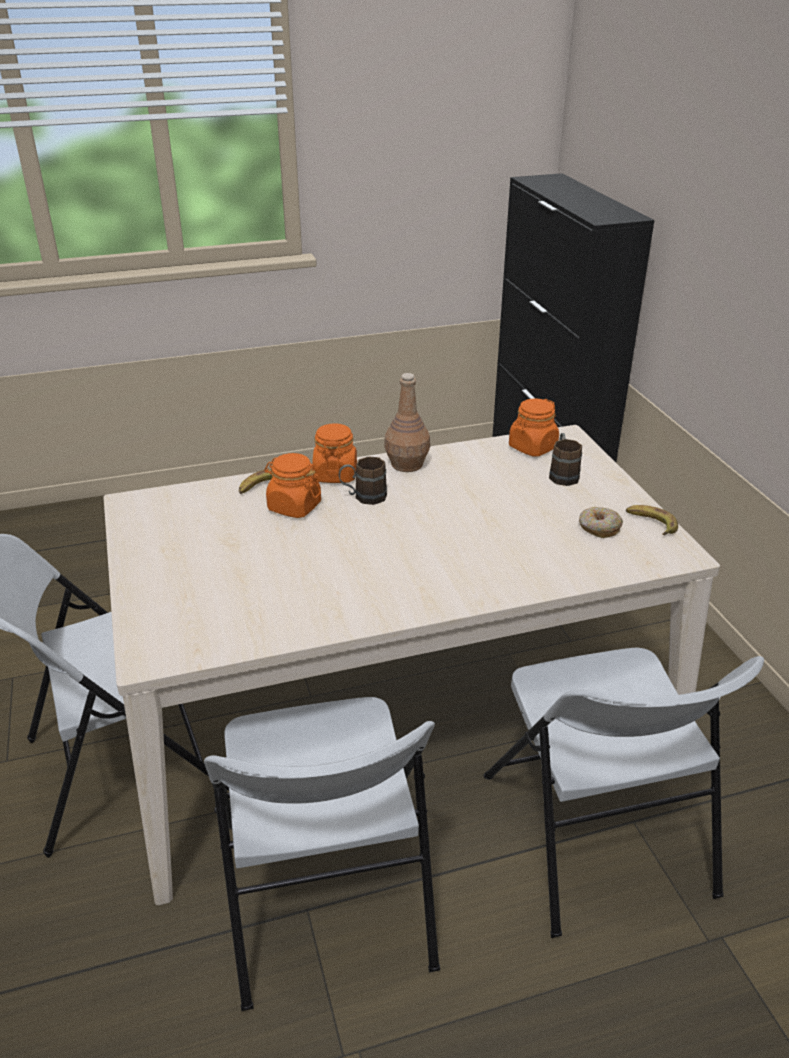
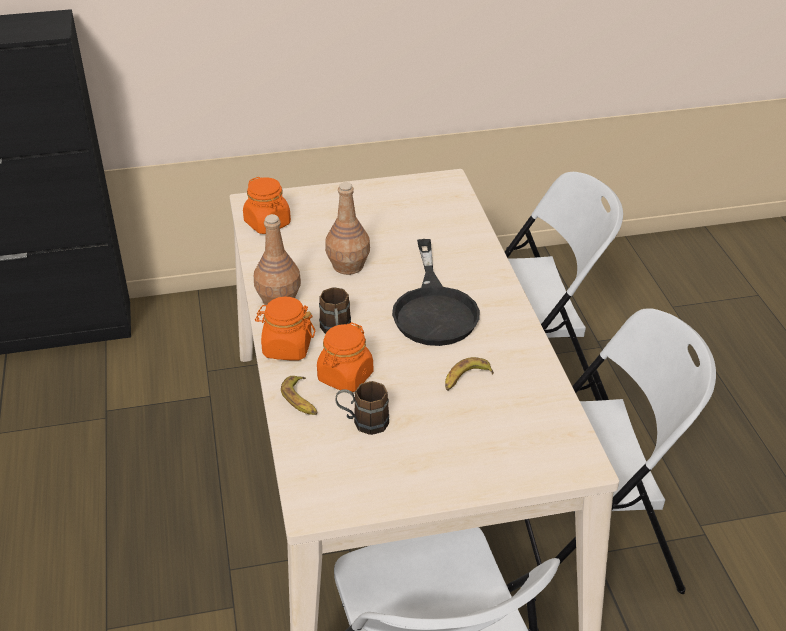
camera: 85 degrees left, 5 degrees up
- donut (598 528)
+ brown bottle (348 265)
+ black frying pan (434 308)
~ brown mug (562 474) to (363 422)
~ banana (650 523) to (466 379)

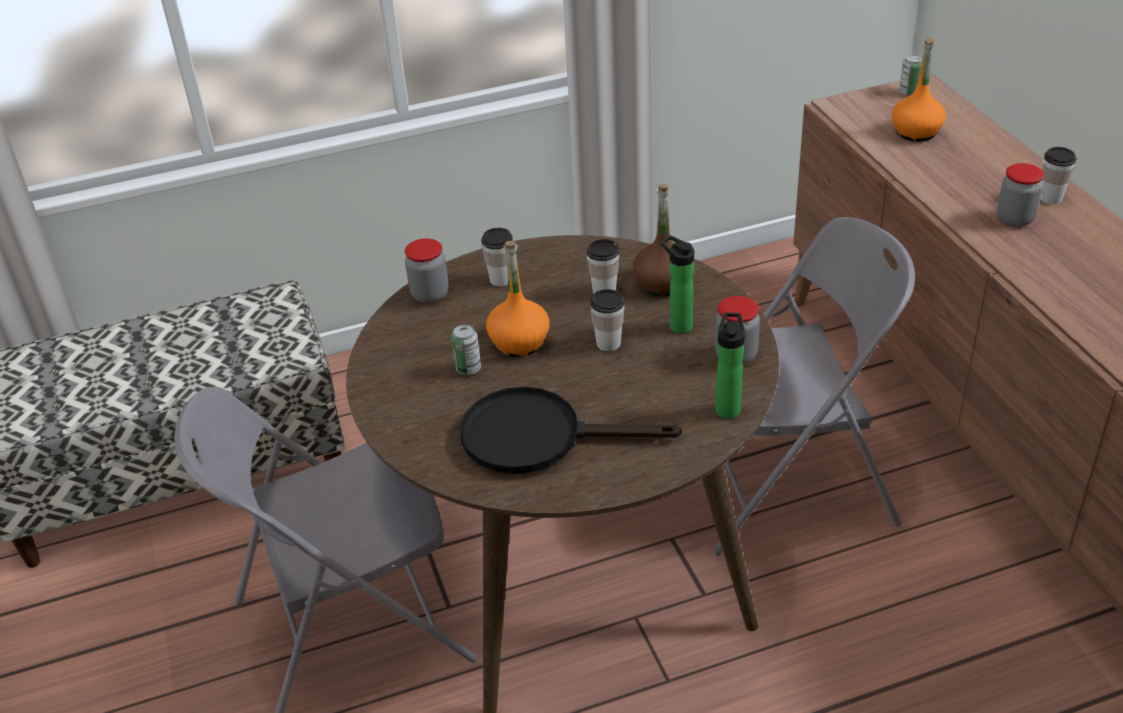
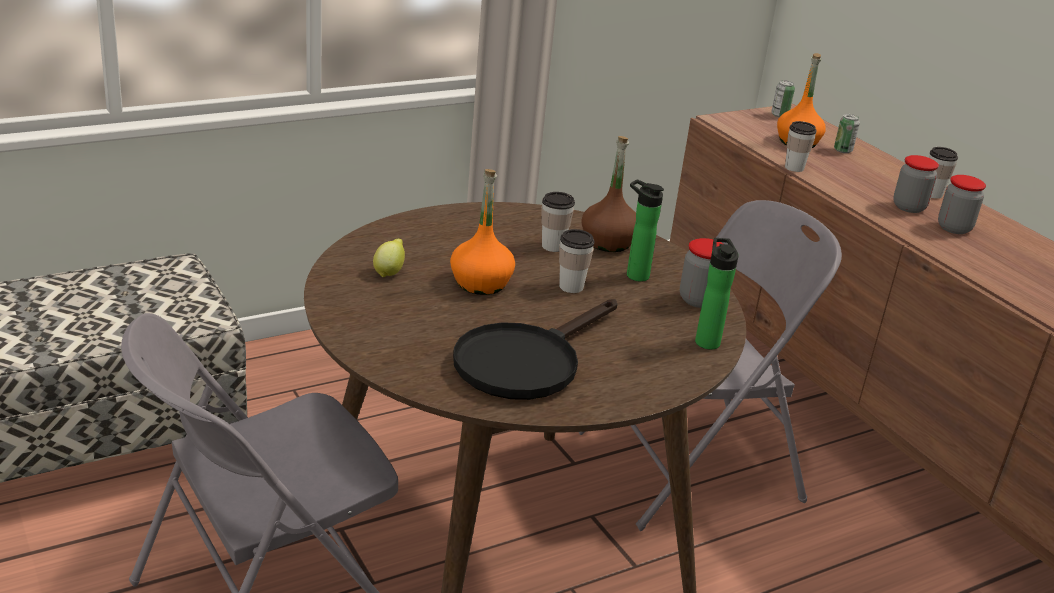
camera: 15 degrees left, 10 degrees down
+ lemon (389 272)
~ jar (430 294) to (954 228)
~ can (468 369) to (843 150)
~ cup (501 279) to (794 168)
~ black frying pan (539 437) = (526 361) 45 degrees counterclockwise

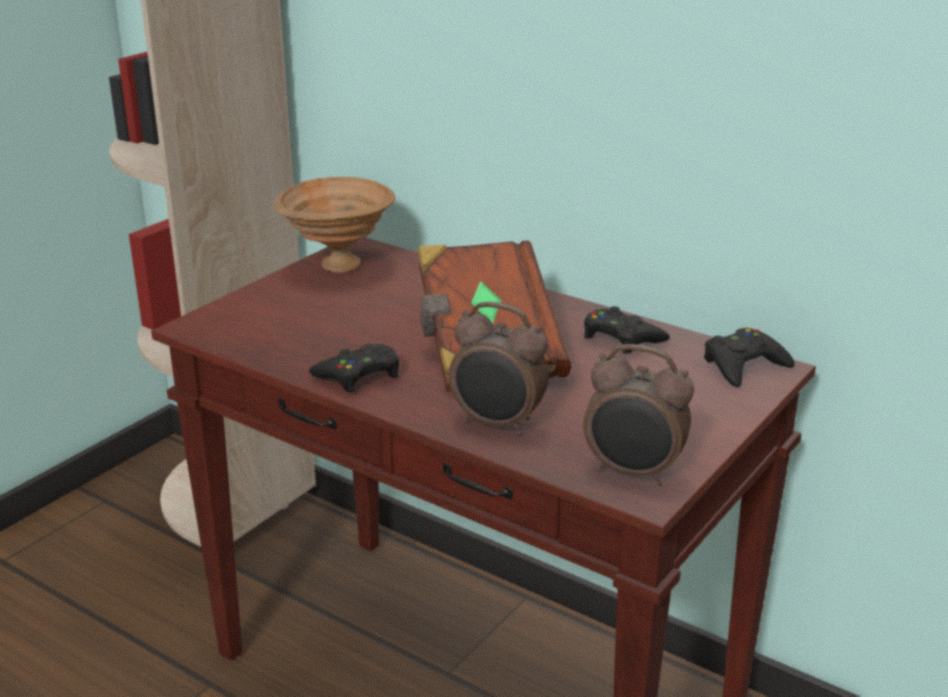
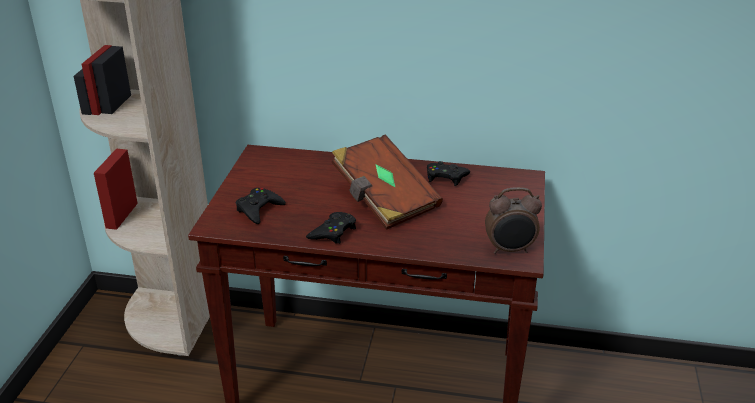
camera: 25 degrees left, 5 degrees up
- brown bowl (338 266)
- alarm clock (497 424)
~ black game controller (743 365) to (259 209)

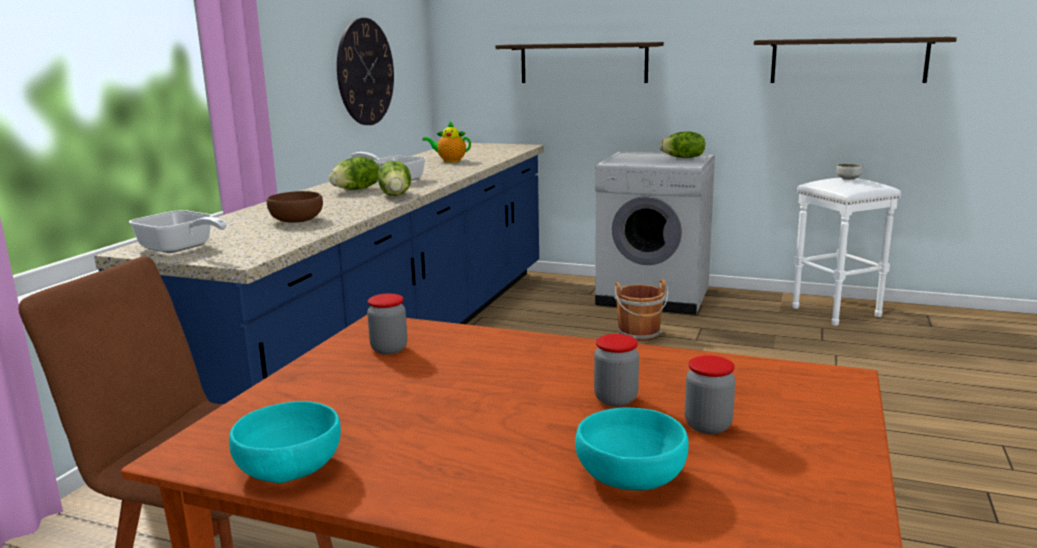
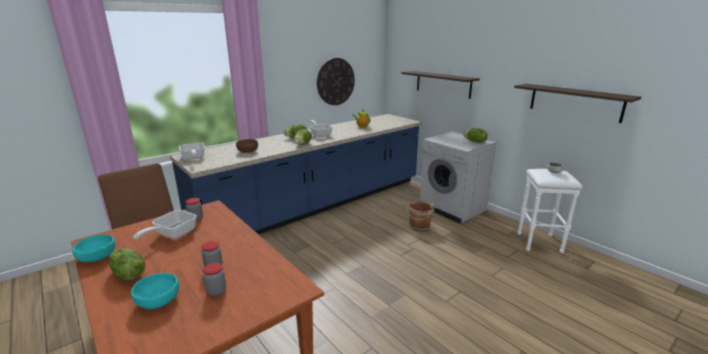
camera: 30 degrees right, 5 degrees up
+ lettuce (128 275)
+ frying pan (172 234)

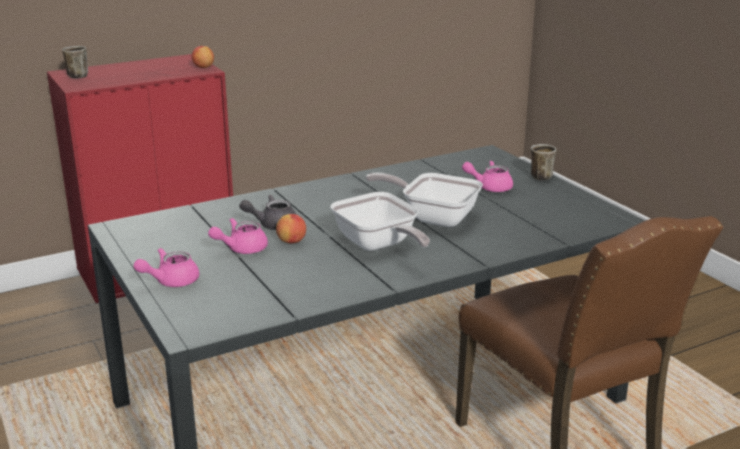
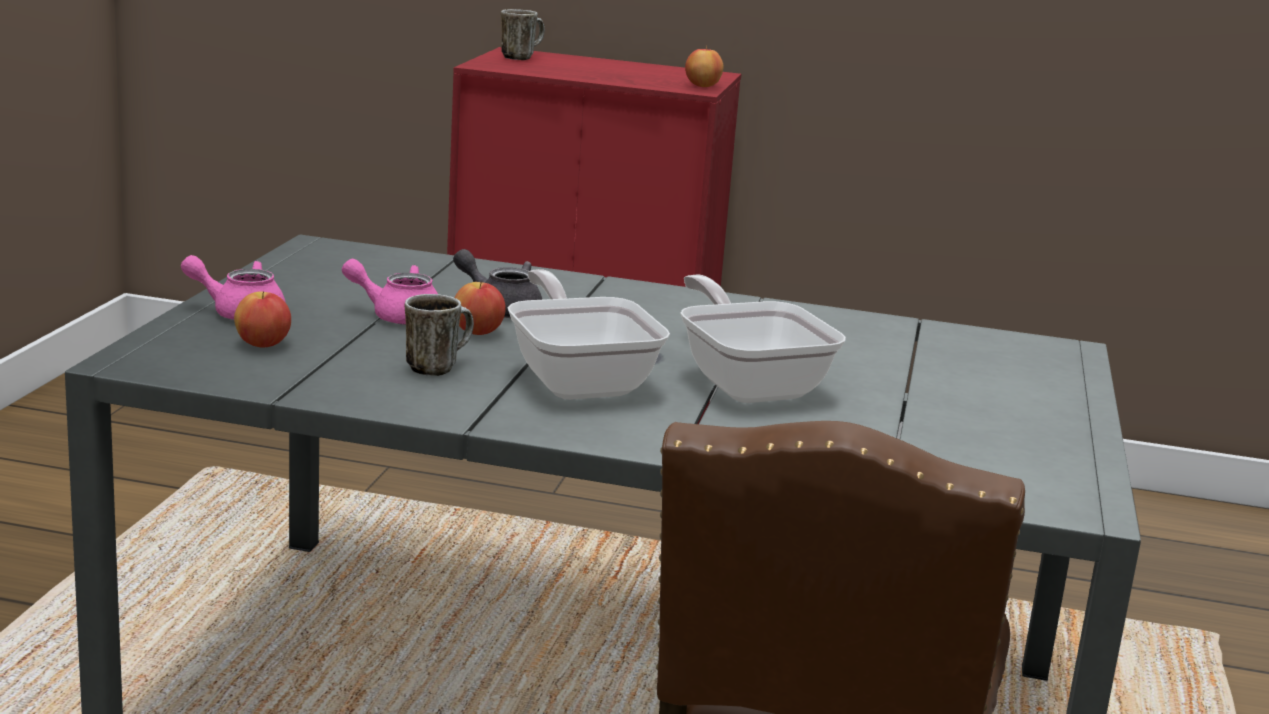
camera: 40 degrees right, 5 degrees down
- pink teapot (489 187)
+ apple (263 345)
~ mug (540 176) to (437 367)
~ frying pan (378 245) = (578 380) 150 degrees clockwise

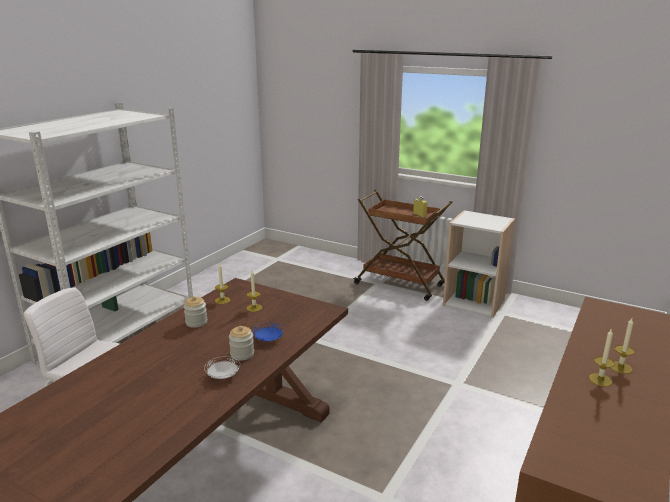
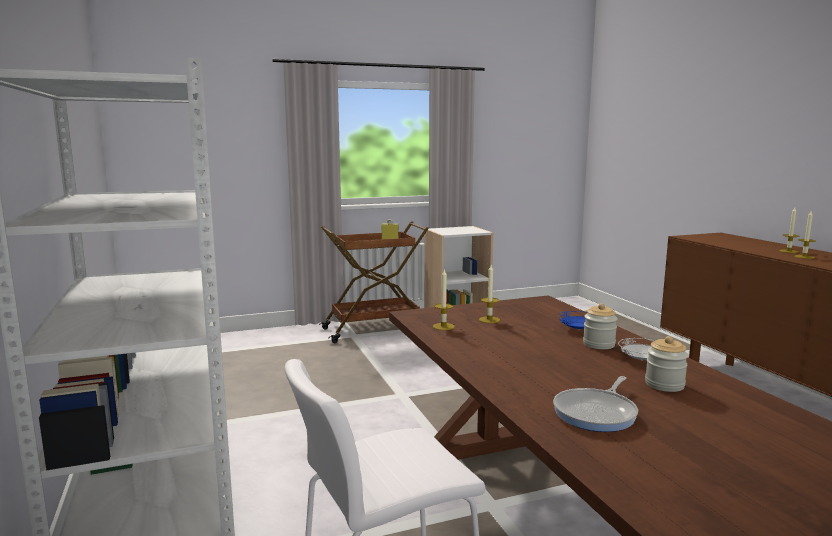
camera: 50 degrees left, 10 degrees down
+ frying pan (597 413)
~ jar (196 322) to (664 384)

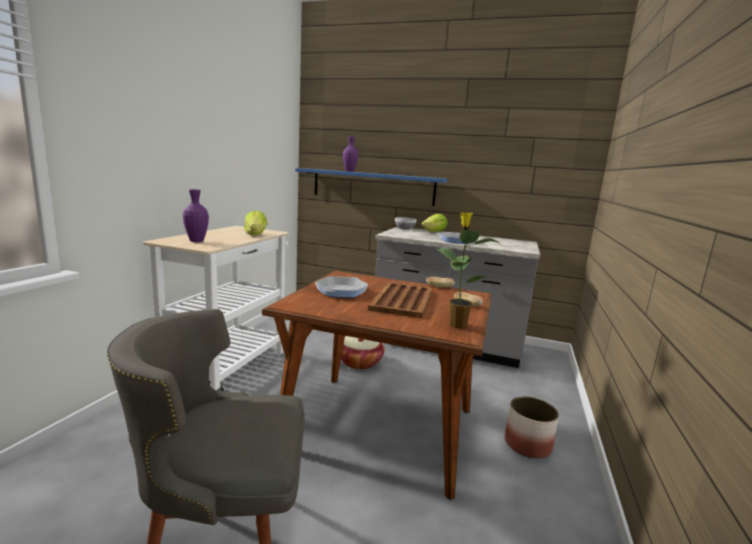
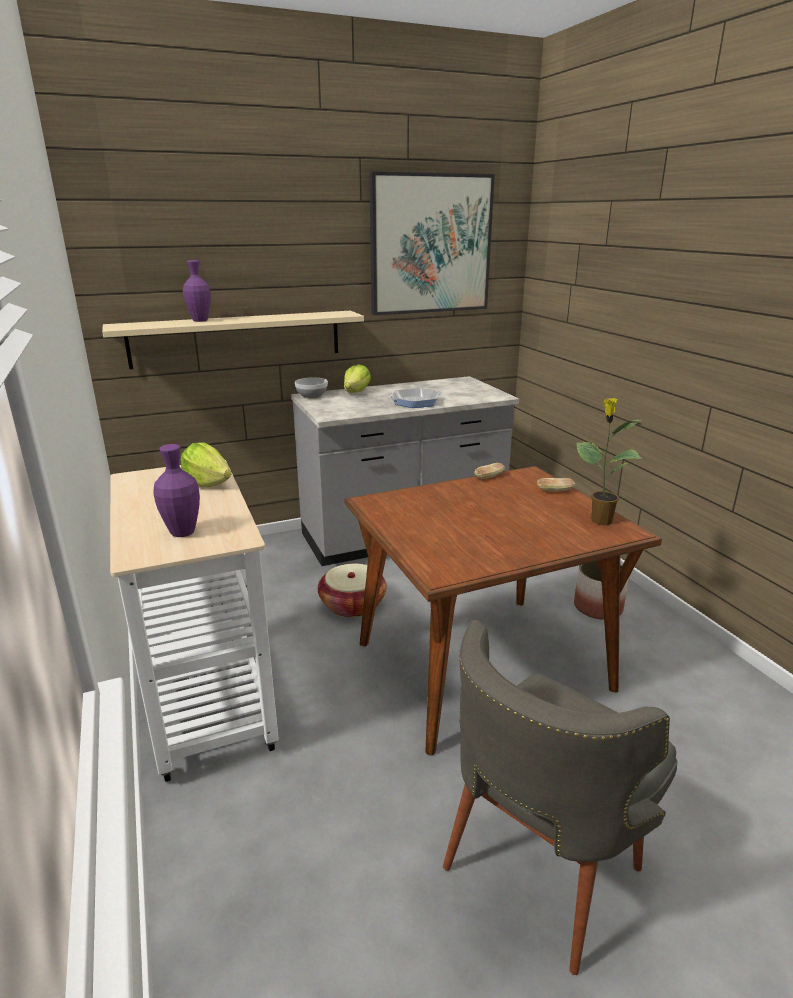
camera: 40 degrees left, 10 degrees up
- frying pan (341 291)
- brown tray (402 300)
+ picture (430 245)
~ blue shelf (372 186) to beige shelf (237 338)

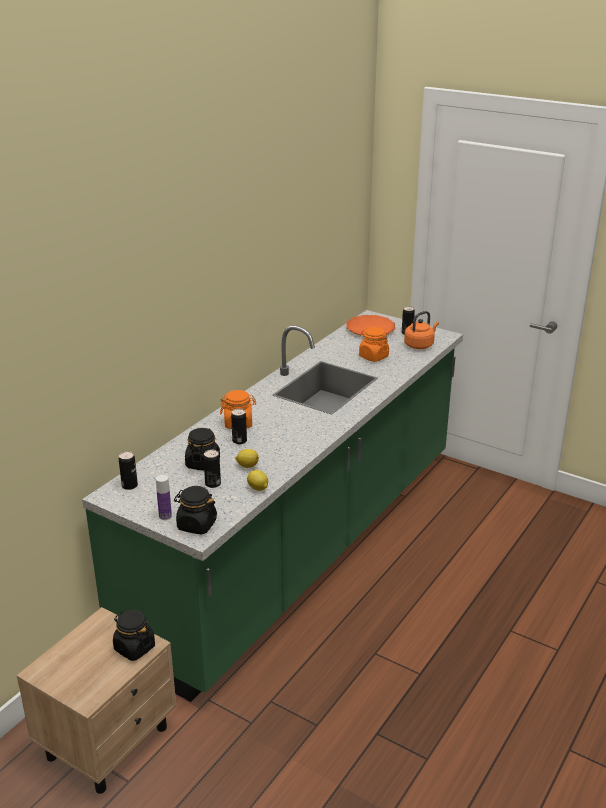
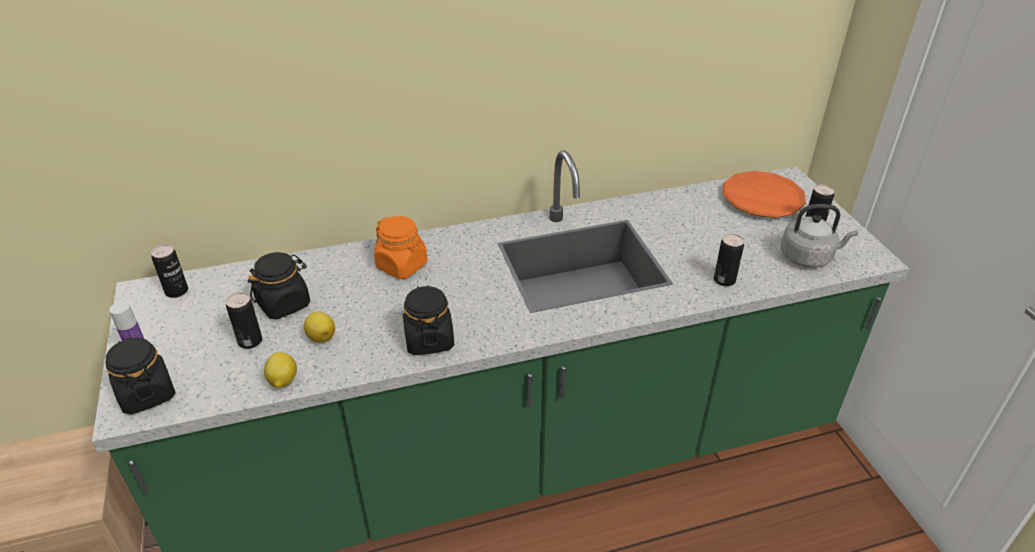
camera: 40 degrees right, 10 degrees up
- orange jar (373 357)
~ black jar (134 648) to (429 339)
~ can (239 441) to (724 280)
~ orange kettle (420 345) to grey kettle (809 257)

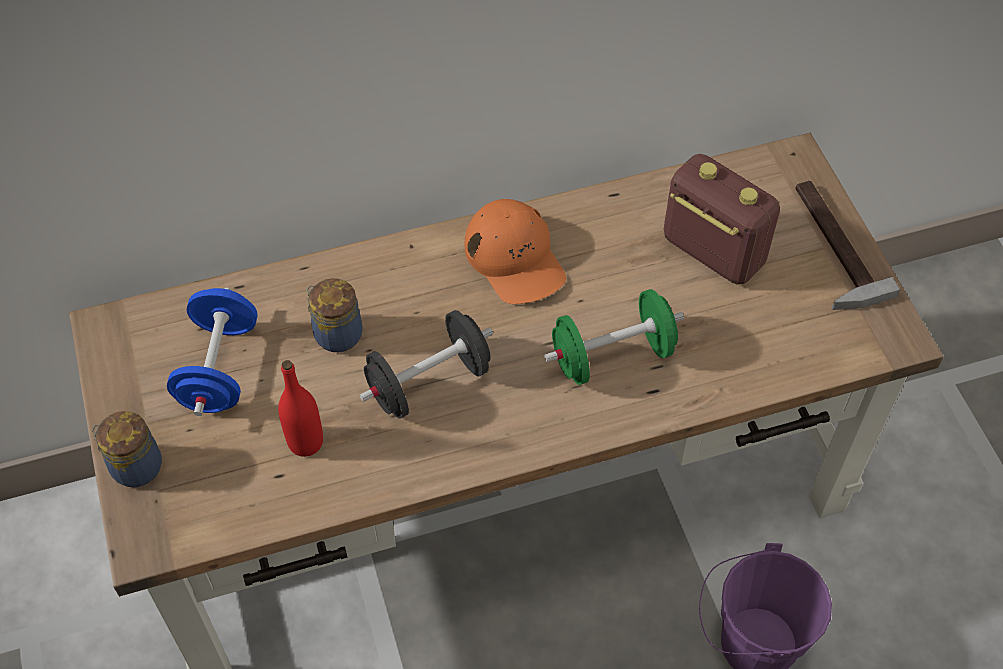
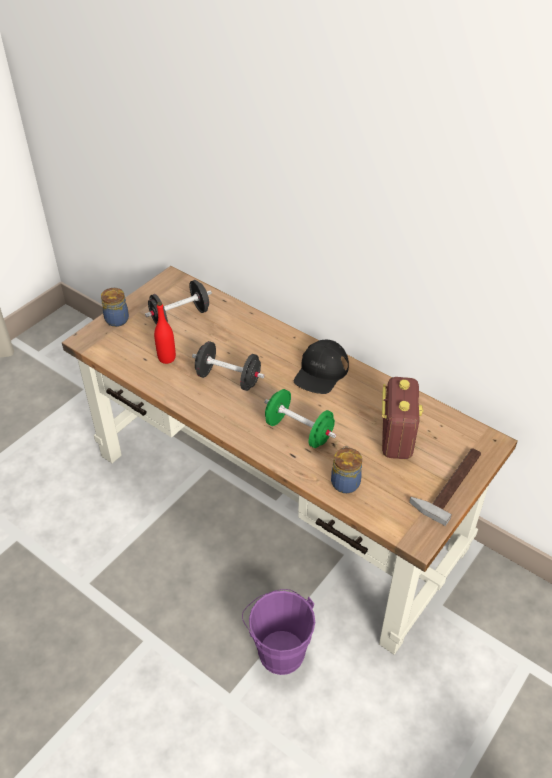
camera: 55 degrees right, 10 degrees down
~ jar (336 334) to (345 482)
~ blue dumbbell (219 369) to black dumbbell (180 316)
~ orange cap (515 258) to black cap (321 372)

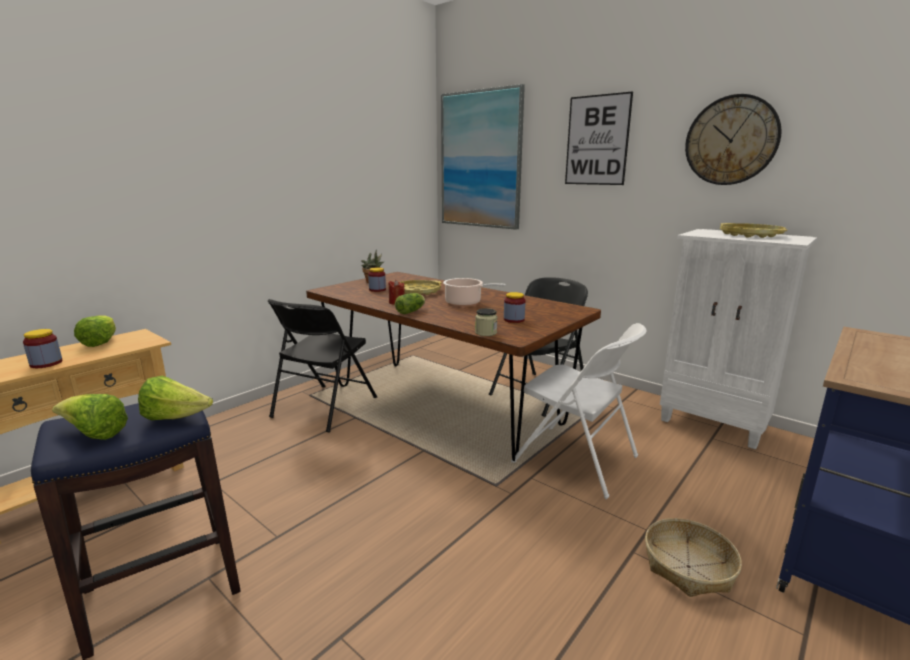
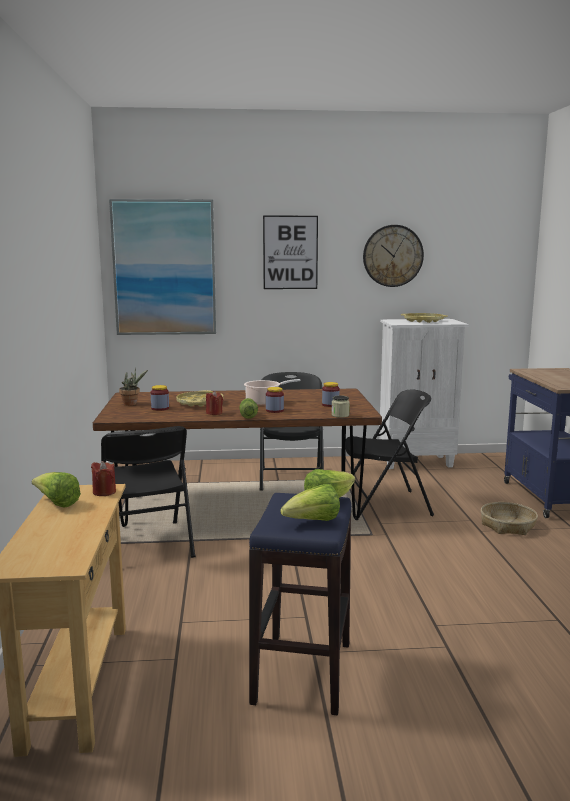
camera: 45 degrees left, 5 degrees down
+ red candle (104 492)
~ jar (46 363) to (274 410)
~ white chair (575 459) to black chair (384 505)

